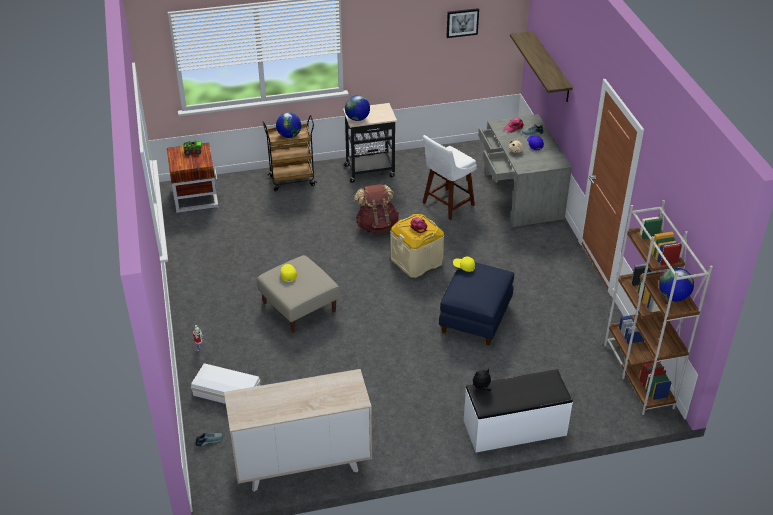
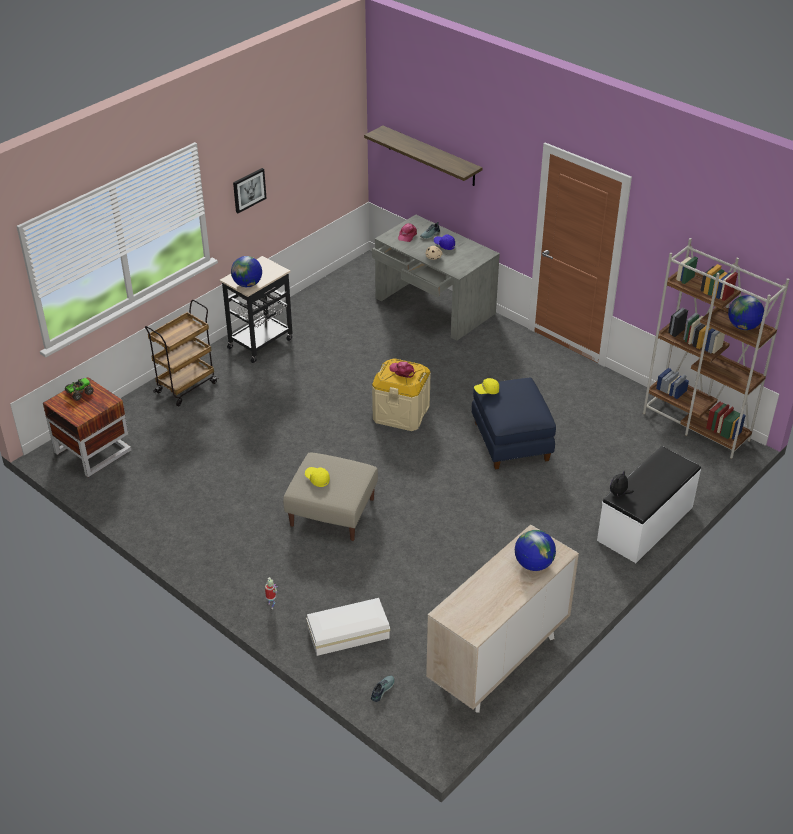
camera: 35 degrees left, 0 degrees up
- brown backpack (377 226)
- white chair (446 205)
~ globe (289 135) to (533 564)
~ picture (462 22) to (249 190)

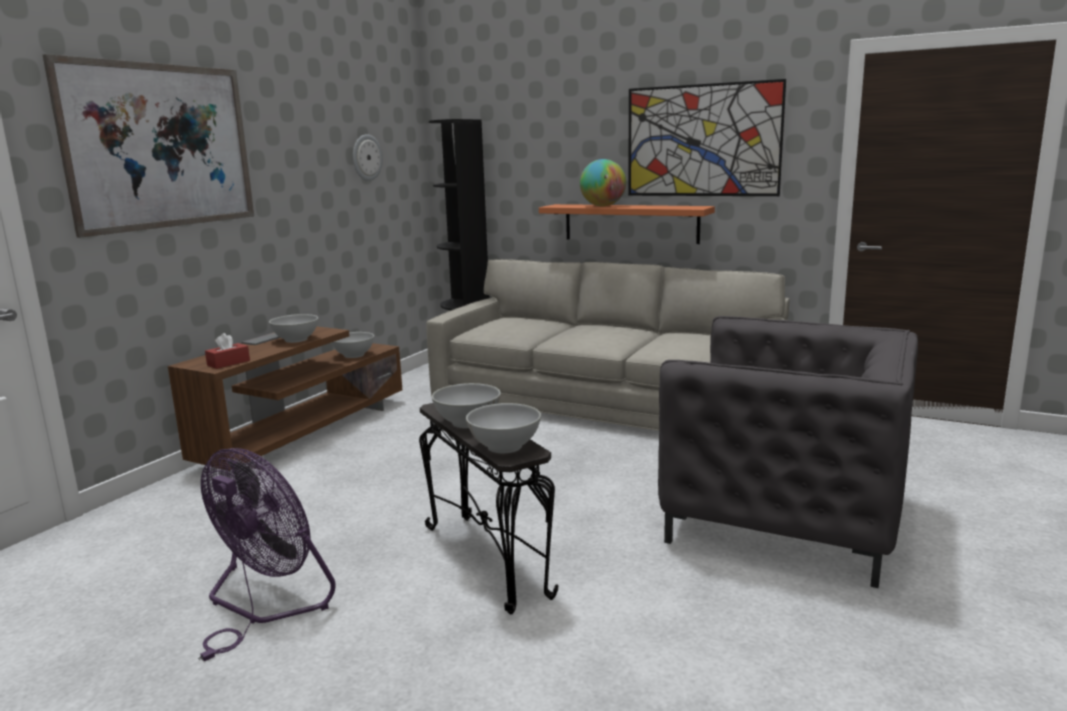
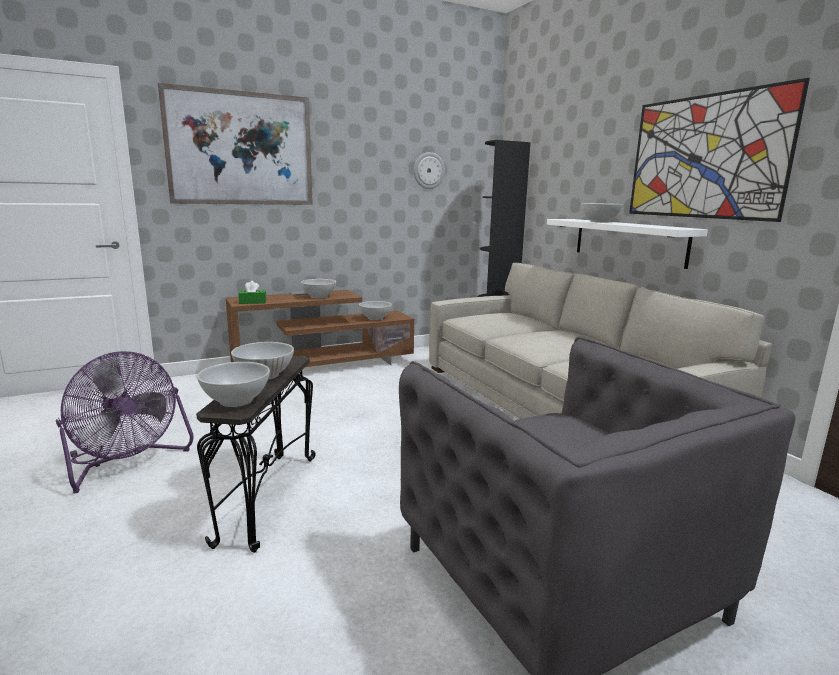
camera: 35 degrees right, 0 degrees up
~ globe (603 206) to white bowl (599 222)
~ red tissue box (228 363) to green tissue box (252 302)
~ orange shelf (630 223) to white shelf (628 241)
~ purple fan (256 603) = (122 464) 60 degrees clockwise

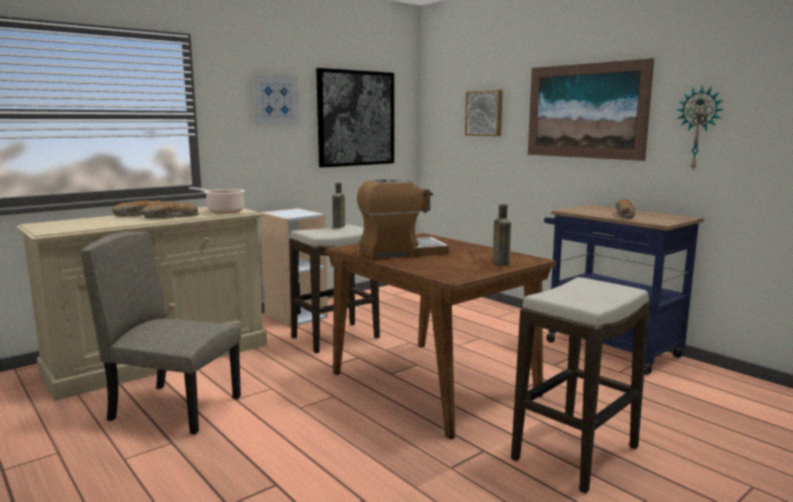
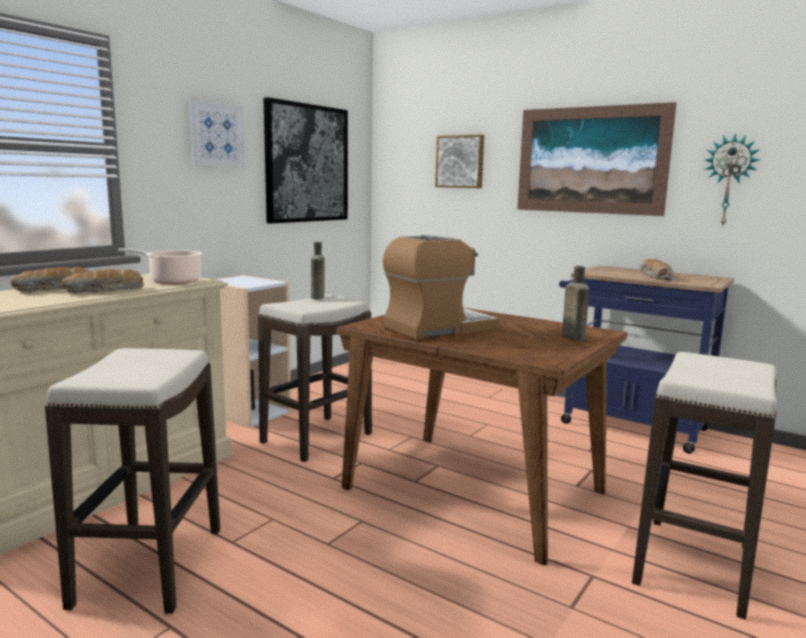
camera: 15 degrees left, 0 degrees up
~ beige chair (176 408) to stool (150 567)

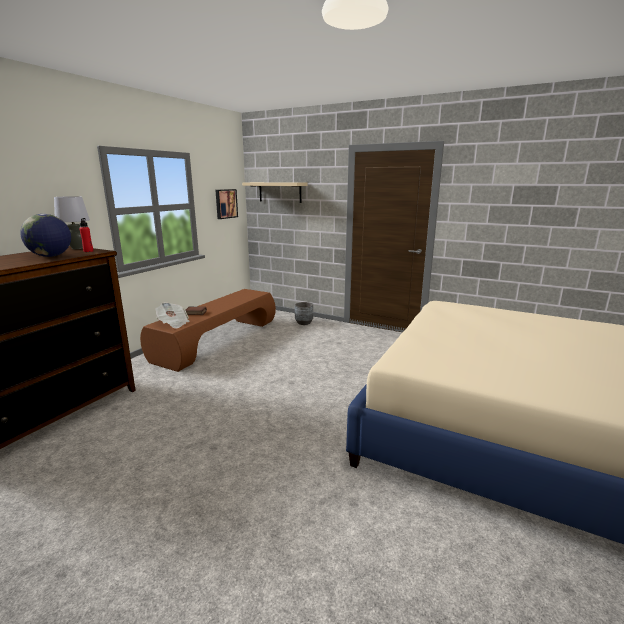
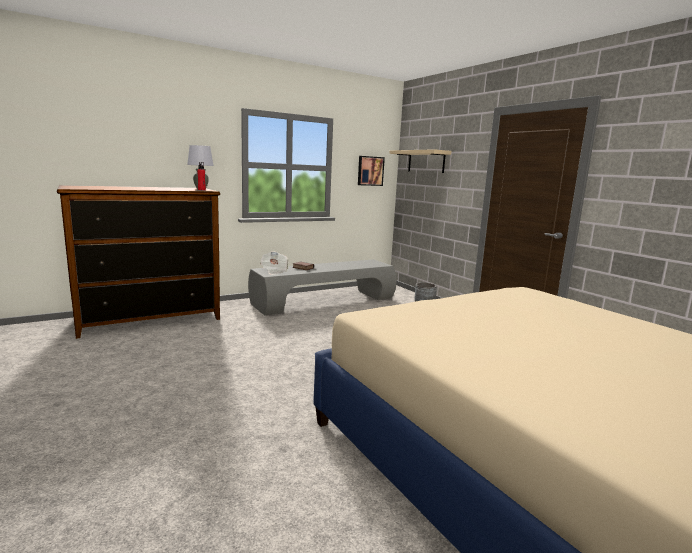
camera: 30 degrees right, 5 degrees down
- globe (51 256)
~ brown bench (217 340) to grey bench (324 301)

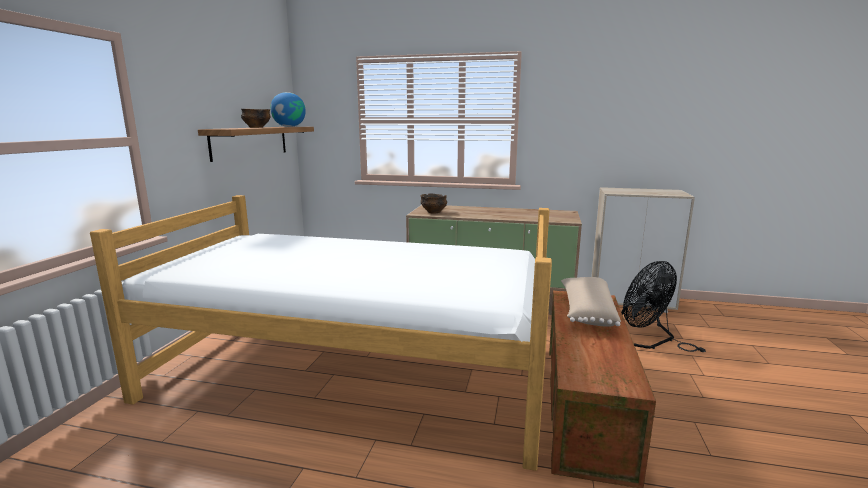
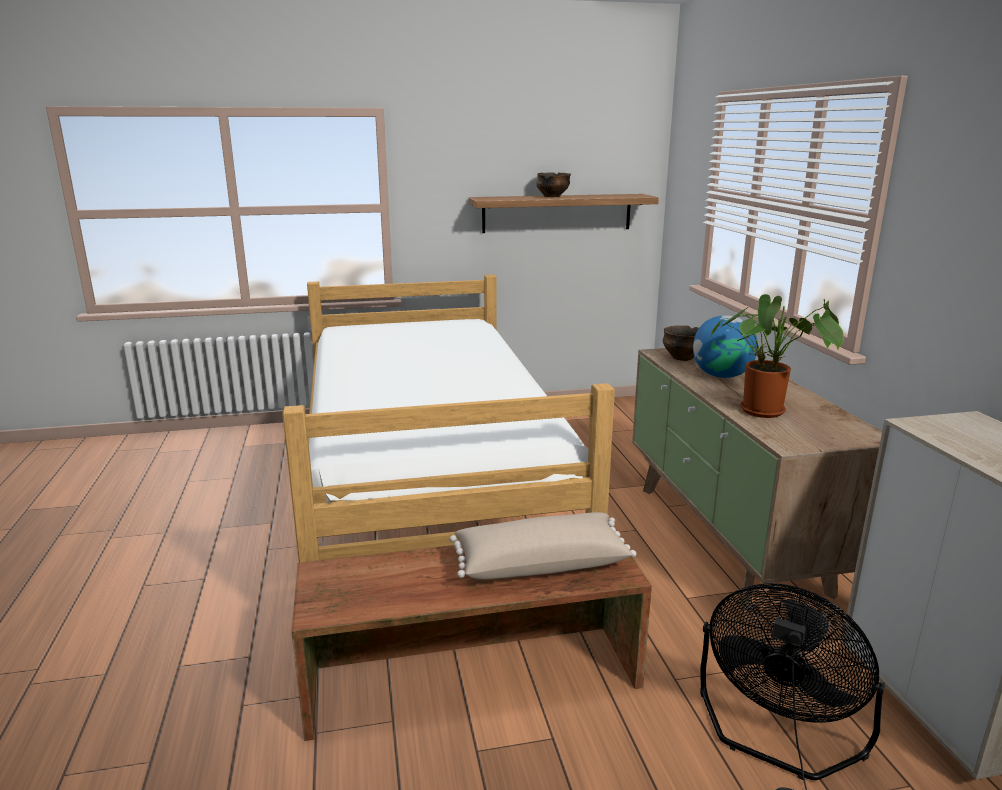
camera: 65 degrees right, 5 degrees up
+ potted plant (767 411)
~ globe (289 126) to (721 375)

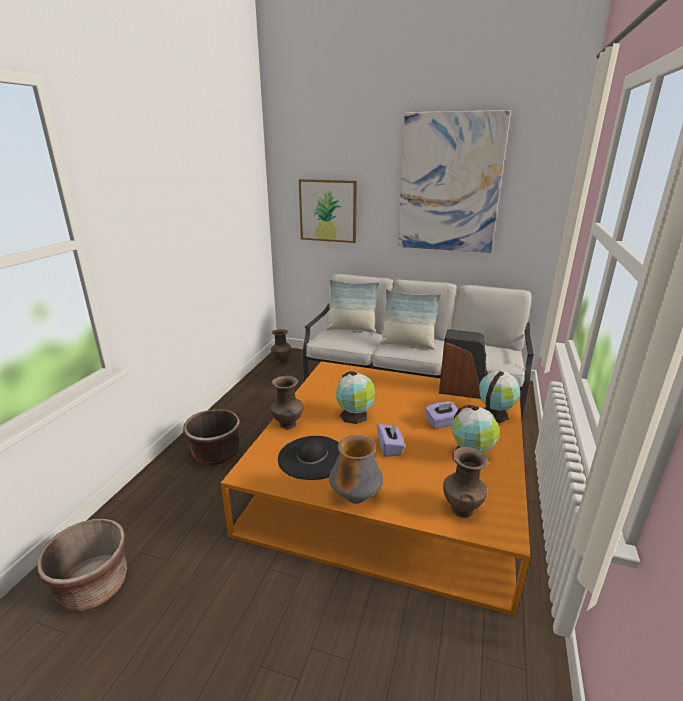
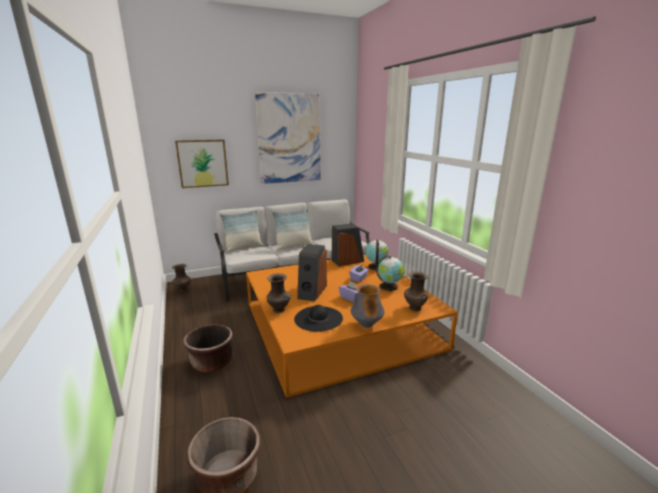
camera: 40 degrees left, 5 degrees down
~ globe (355 416) to speaker (311 291)

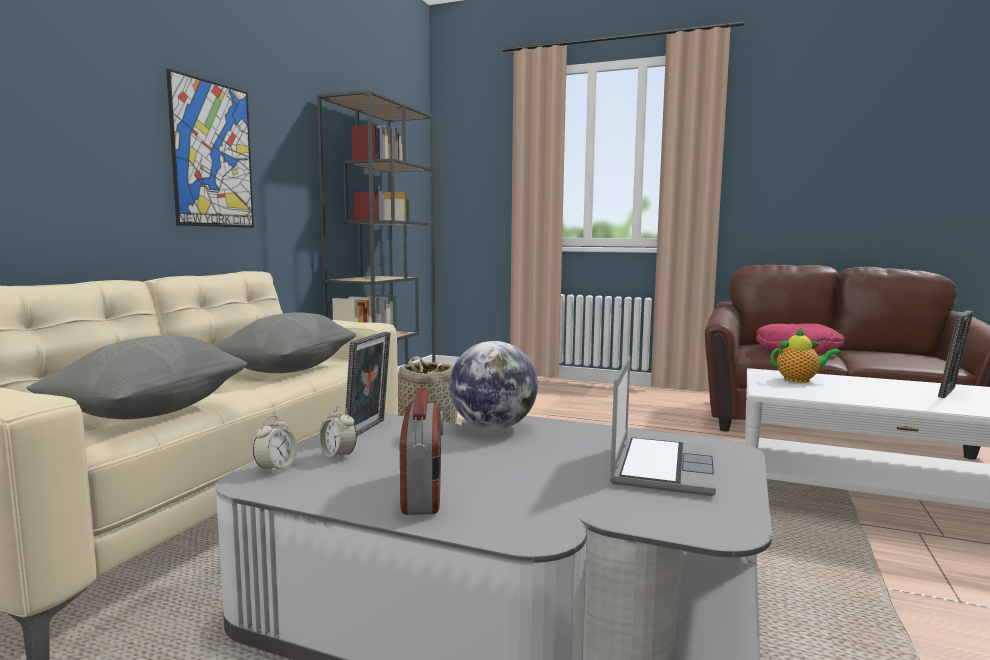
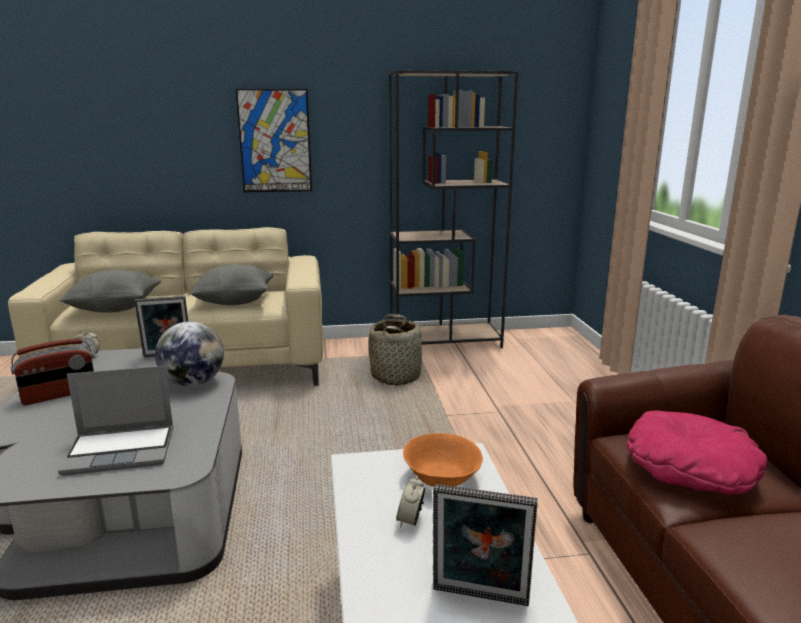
camera: 60 degrees right, 10 degrees up
~ alarm clock (338 456) to (410 521)
~ teapot (799 380) to orange bowl (440 478)

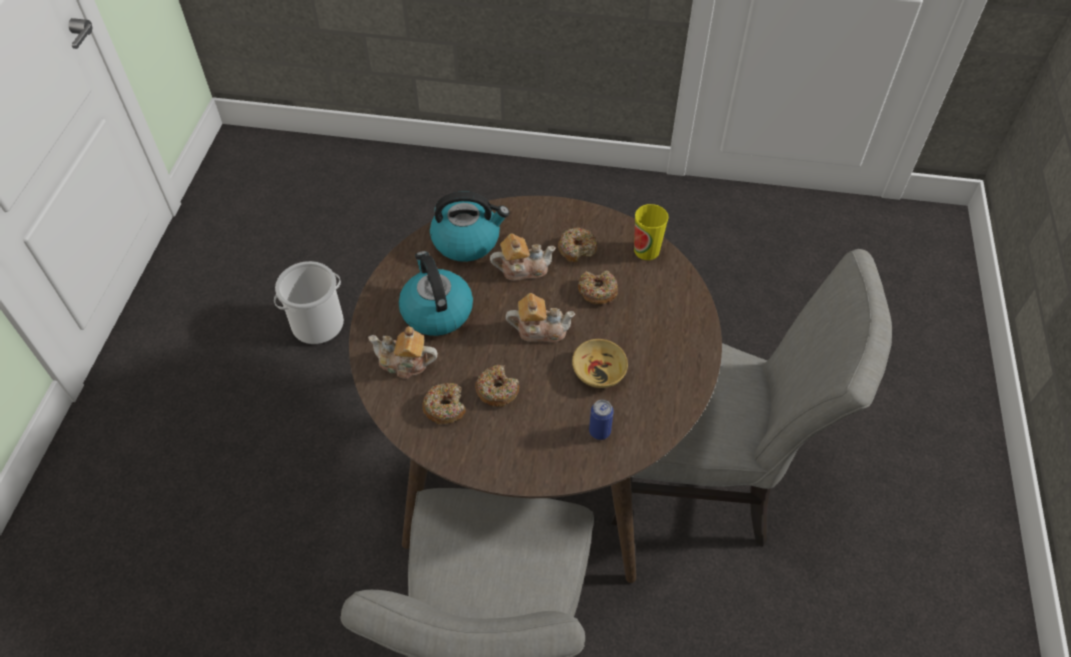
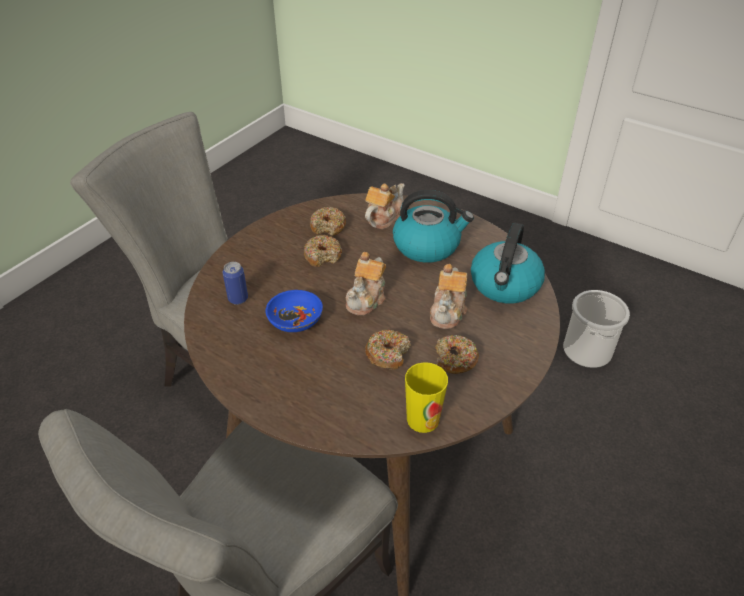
camera: 115 degrees right, 10 degrees down
~ beige bowl (599 371) to blue bowl (295 320)

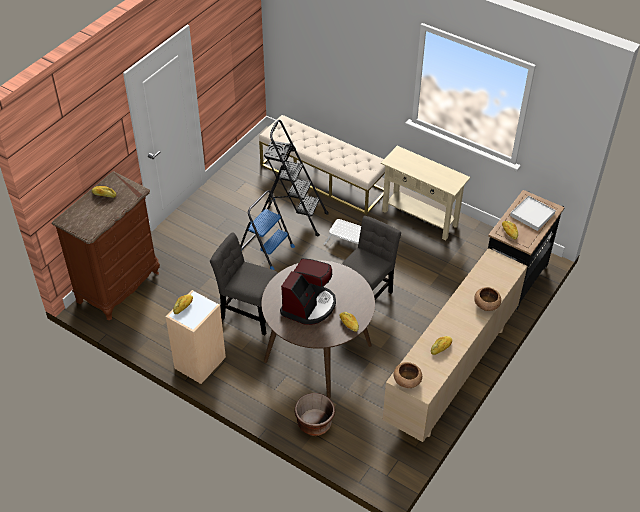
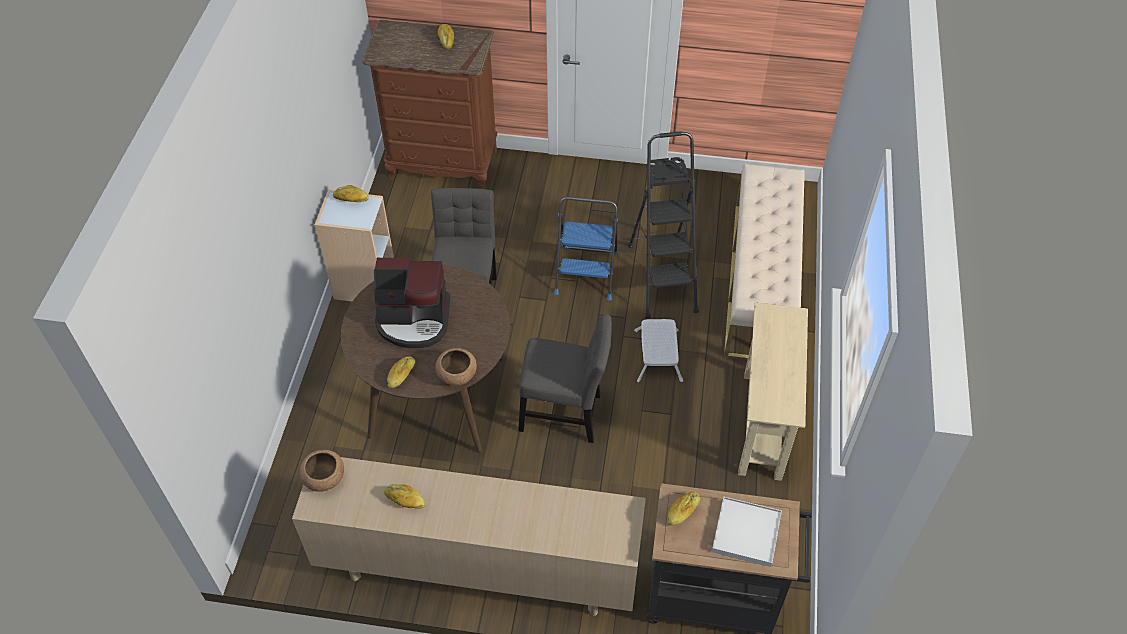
camera: 65 degrees right, 5 degrees up
- brown planter (314 424)
~ brown bowl (486 305) to (457 375)

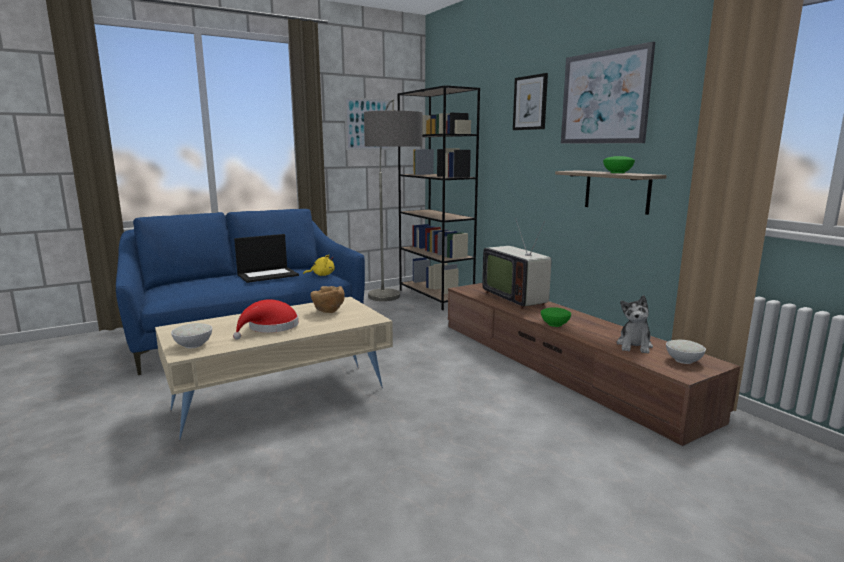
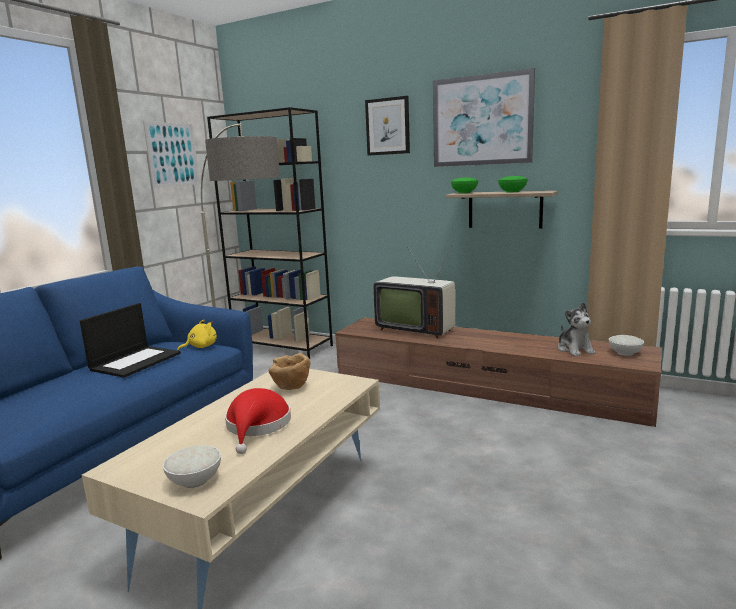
camera: 30 degrees left, 0 degrees up
~ green bowl (555 324) to (464 192)

